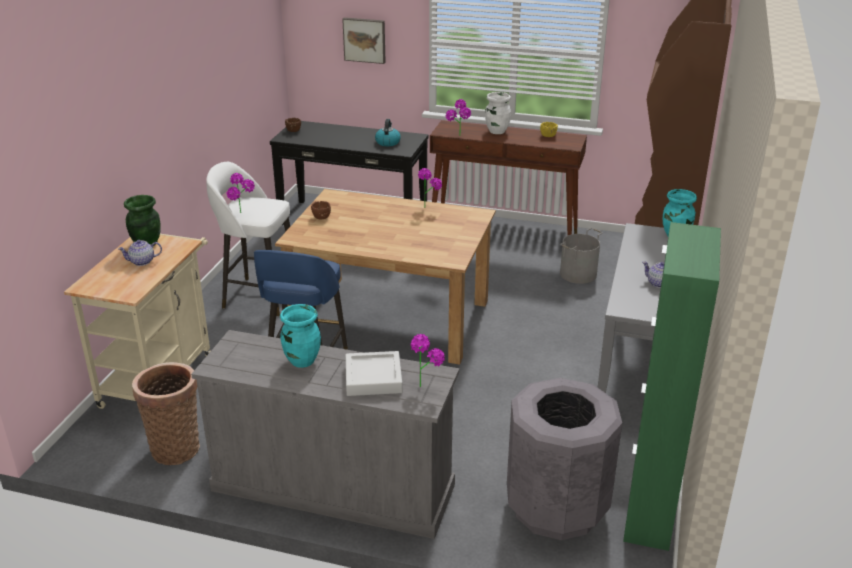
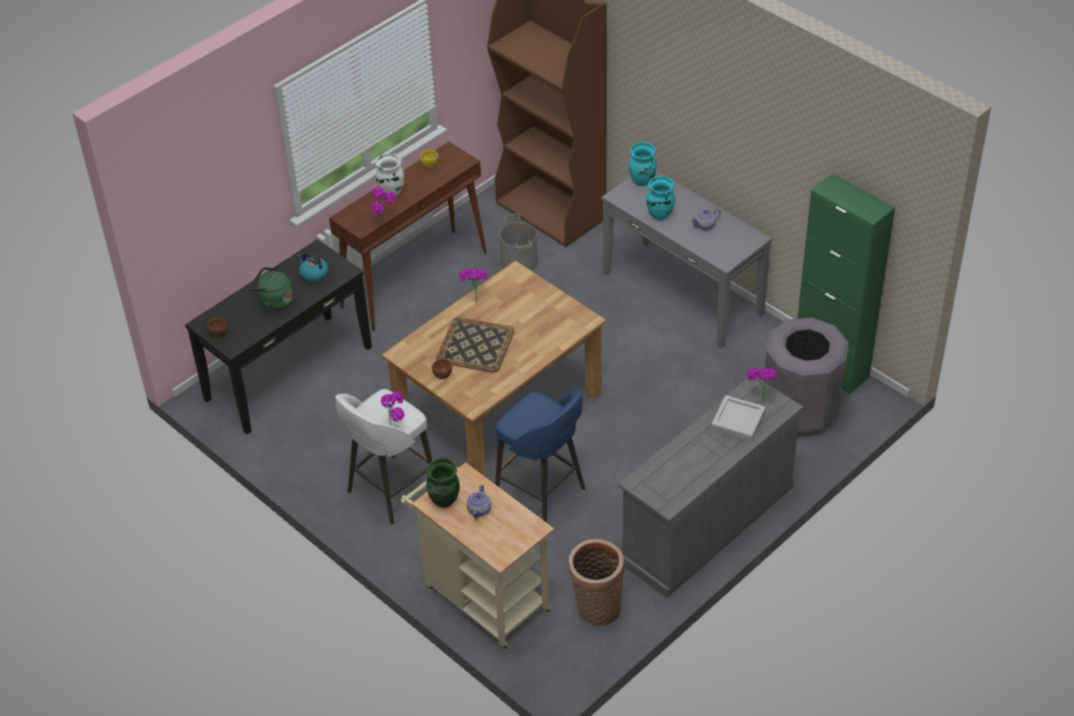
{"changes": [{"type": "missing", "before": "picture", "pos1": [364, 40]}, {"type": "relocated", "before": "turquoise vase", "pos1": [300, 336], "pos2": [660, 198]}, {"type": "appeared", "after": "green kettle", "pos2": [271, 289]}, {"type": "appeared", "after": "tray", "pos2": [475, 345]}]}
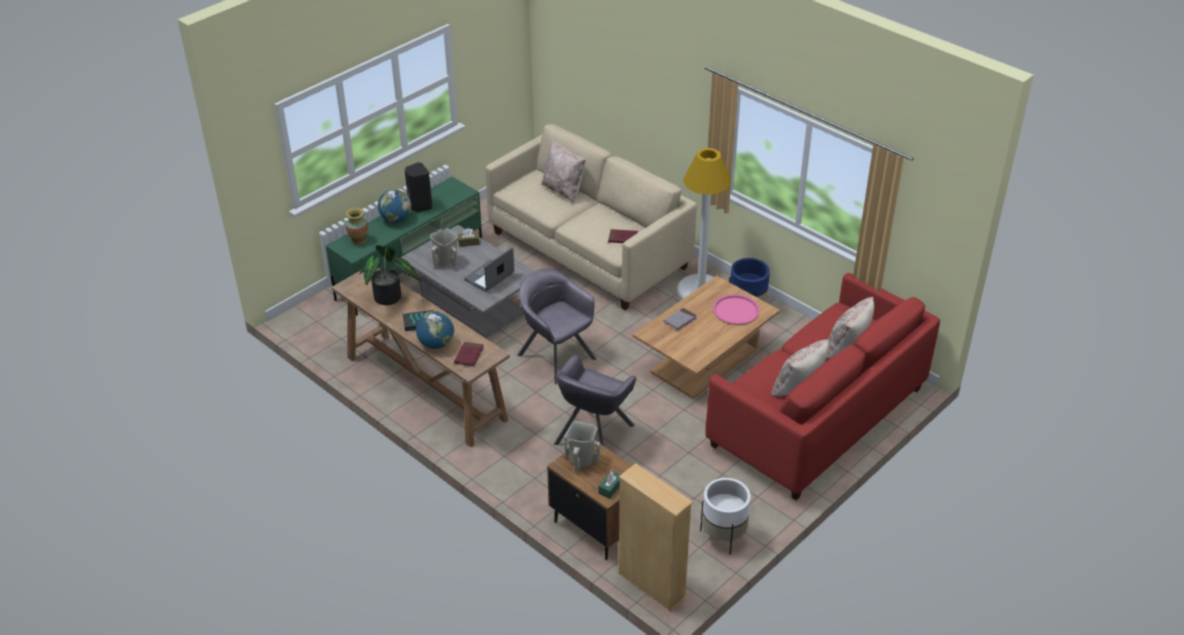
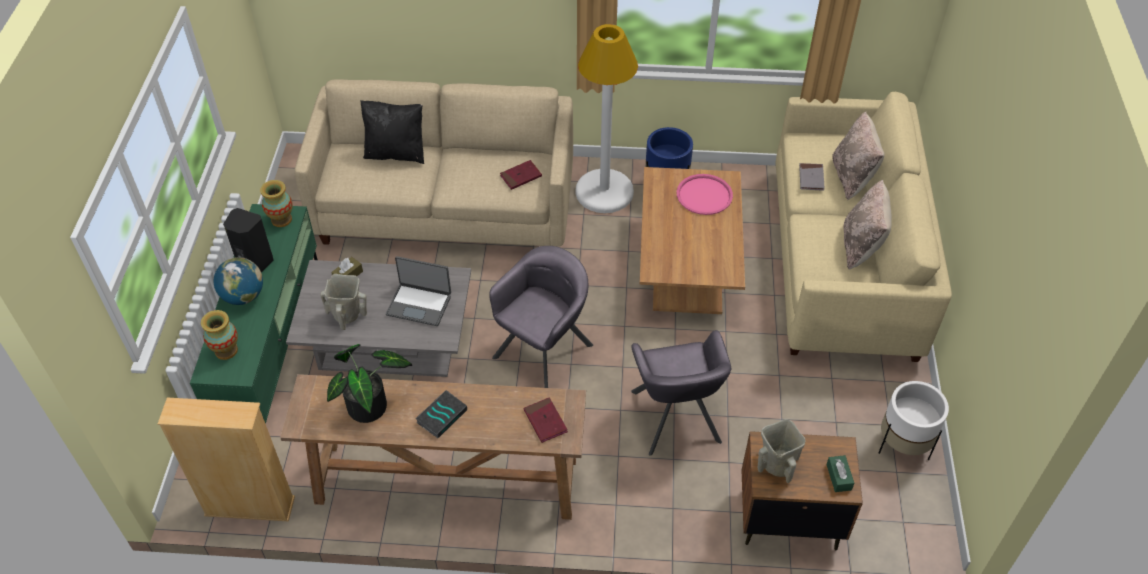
{"changes": [{"type": "colour", "before": "beige pillow", "after": "black pillow", "pos1": [564, 172], "pos2": [392, 132]}, {"type": "spun", "before": "laptop", "pos1": [489, 269], "pos2": [418, 291], "turn": -75}, {"type": "spun", "before": "grey armchair", "pos1": [557, 326], "pos2": [541, 317], "turn": 120}, {"type": "colour", "before": "red sofa", "after": "beige sofa", "pos1": [822, 387], "pos2": [864, 227]}, {"type": "relocated", "before": "grey book", "pos1": [680, 319], "pos2": [812, 177]}, {"type": "missing", "before": "globe", "pos1": [435, 330]}, {"type": "relocated", "before": "beige bookcase", "pos1": [655, 537], "pos2": [226, 459]}, {"type": "appeared", "after": "vase", "pos2": [276, 203]}]}
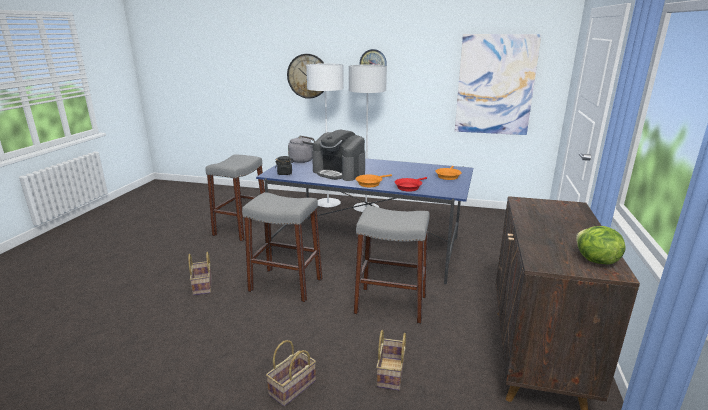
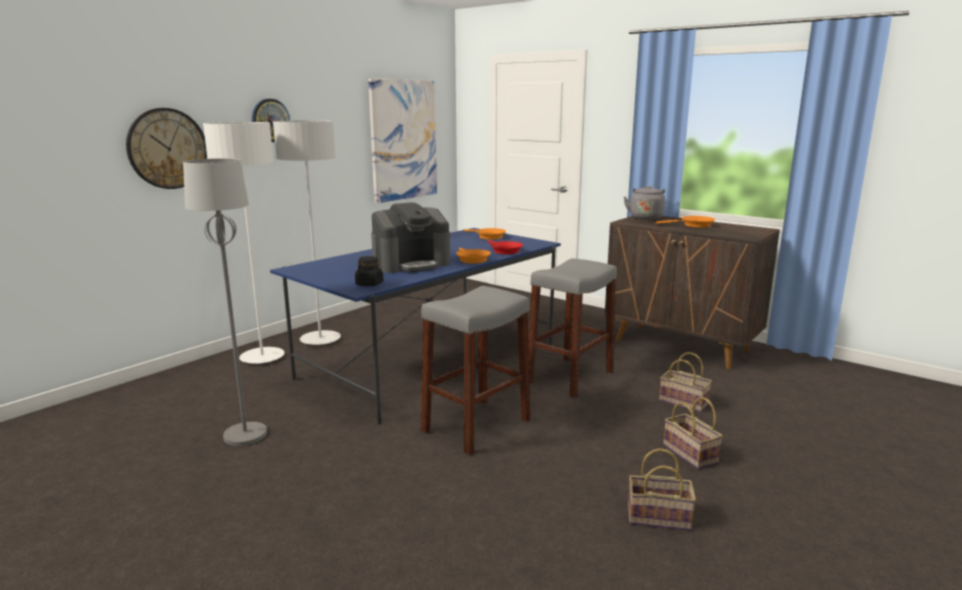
{"changes": [{"type": "relocated", "before": "grey kettle", "pos1": [301, 149], "pos2": [644, 203]}, {"type": "exchanged", "before": "grey stool", "after": "grey floor lamp", "pos1": [235, 197], "pos2": [225, 302]}, {"type": "missing", "before": "lettuce", "pos1": [601, 245]}, {"type": "relocated", "before": "basket", "pos1": [200, 273], "pos2": [662, 489]}, {"type": "appeared", "after": "orange frying pan", "pos2": [685, 222]}]}
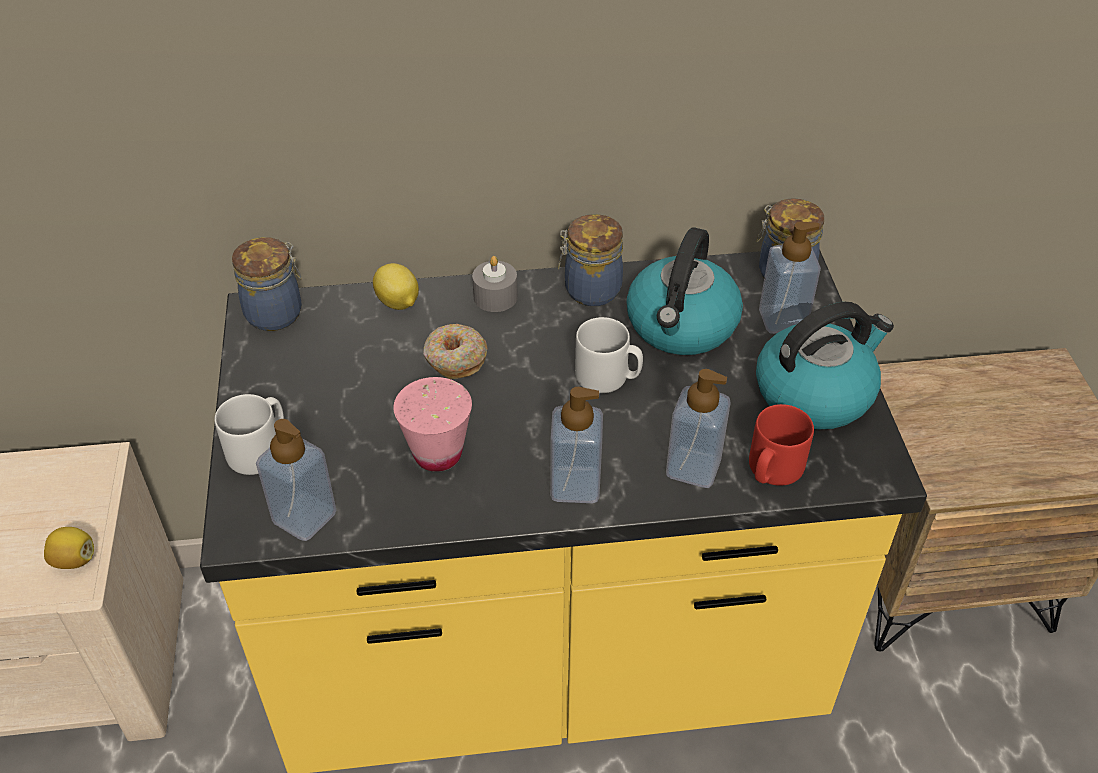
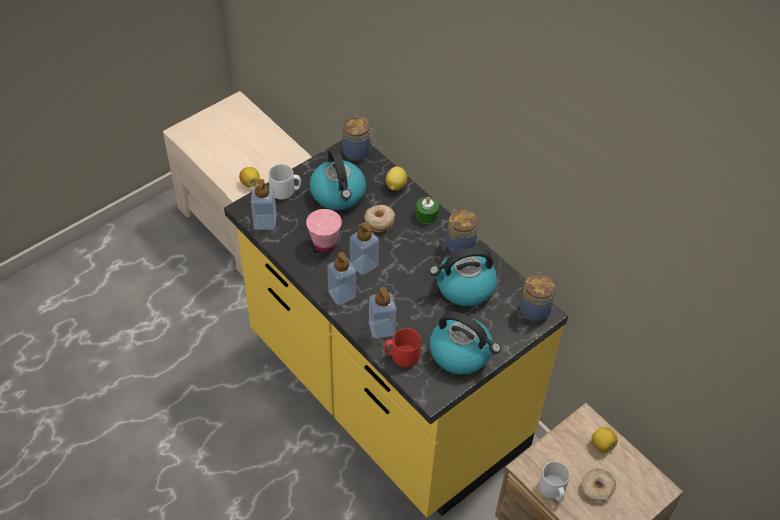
{"changes": [{"type": "relocated", "before": "soap dispenser", "pos1": [790, 278], "pos2": [364, 248]}, {"type": "colour", "before": "grey candle", "after": "green candle", "pos1": [495, 284], "pos2": [427, 210]}, {"type": "relocated", "before": "grey mug", "pos1": [609, 355], "pos2": [554, 481]}, {"type": "appeared", "after": "kettle", "pos2": [337, 179]}, {"type": "appeared", "after": "lemon", "pos2": [605, 440]}, {"type": "appeared", "after": "donut", "pos2": [599, 485]}]}
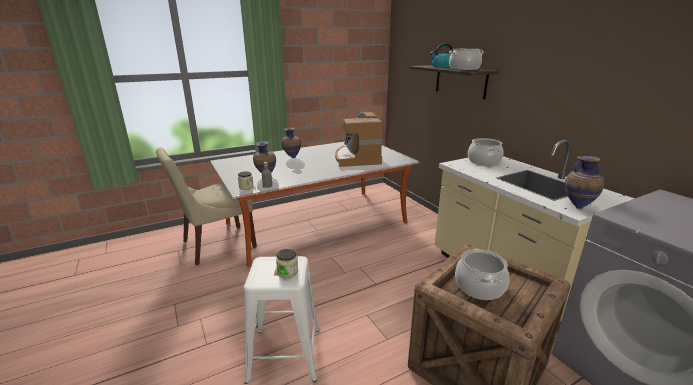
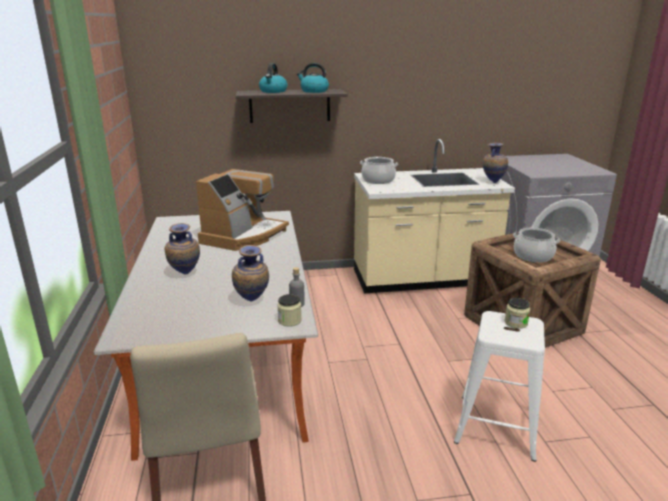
{"changes": [{"type": "exchanged", "before": "cooking pot", "after": "kettle", "pos1": [466, 59], "pos2": [313, 78]}, {"type": "spun", "before": "coffee machine", "pos1": [359, 139], "pos2": [242, 210], "turn": -75}]}
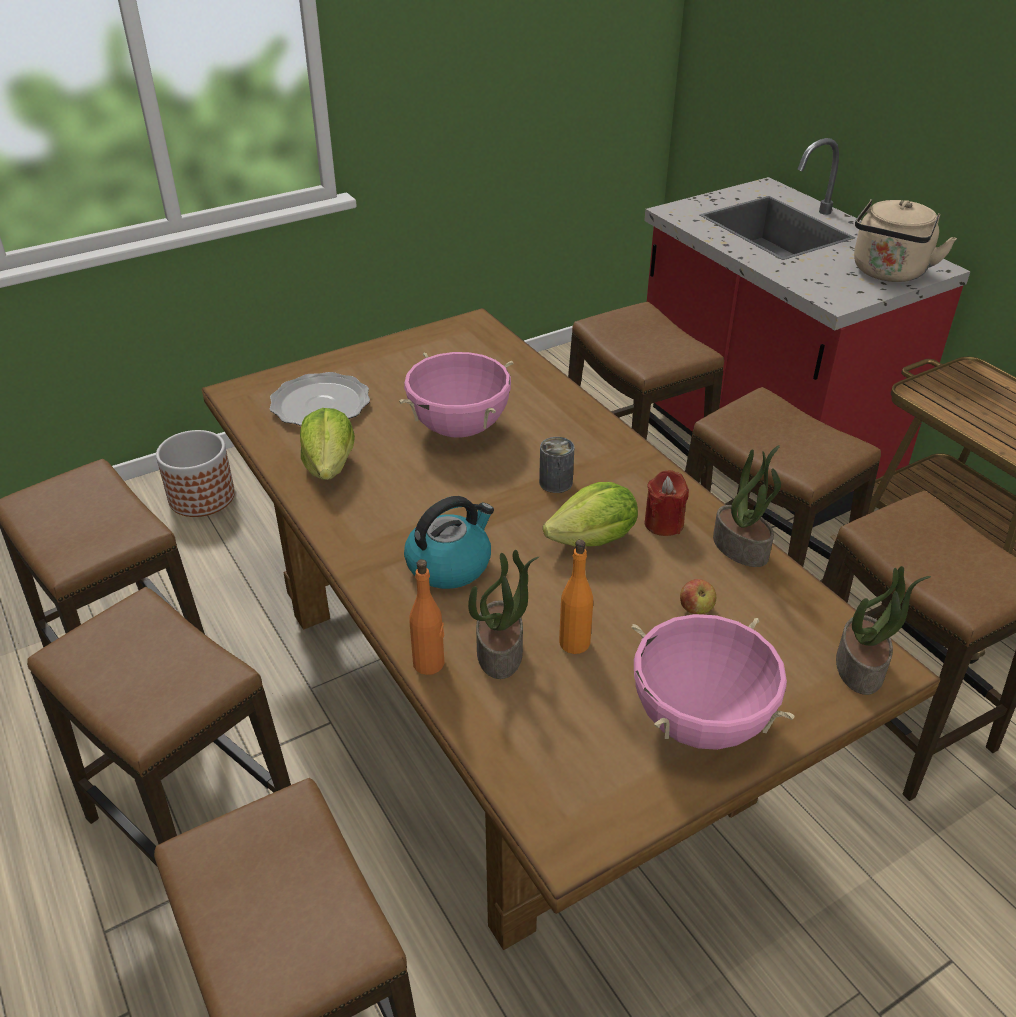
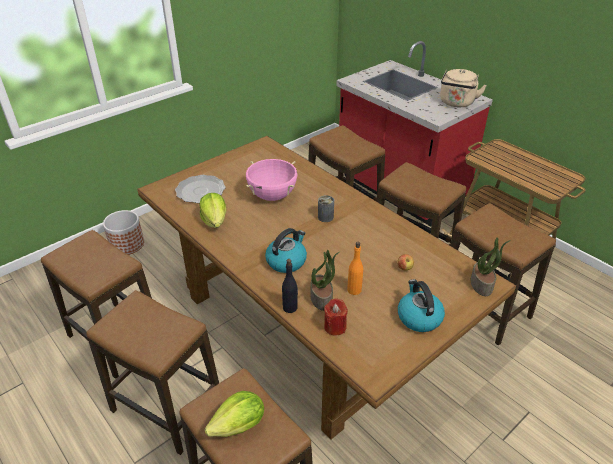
{"changes": [{"type": "missing", "before": "potted plant", "pos1": [747, 506]}, {"type": "relocated", "before": "red candle", "pos1": [666, 503], "pos2": [336, 317]}, {"type": "relocated", "before": "lettuce", "pos1": [590, 514], "pos2": [234, 414]}, {"type": "colour", "before": "orange bottle", "after": "black bottle", "pos1": [426, 617], "pos2": [290, 286]}, {"type": "exchanged", "before": "pink cooking pot", "after": "kettle", "pos1": [713, 682], "pos2": [421, 305]}]}
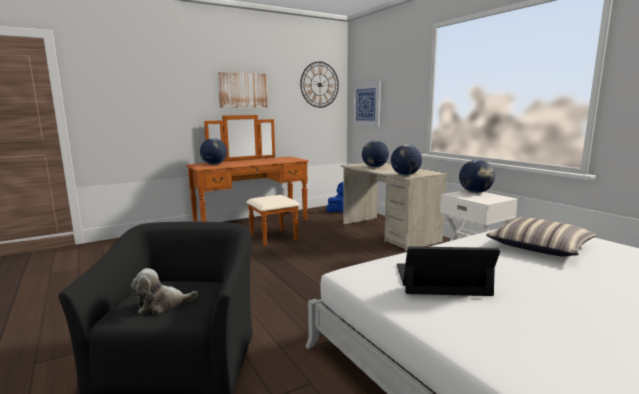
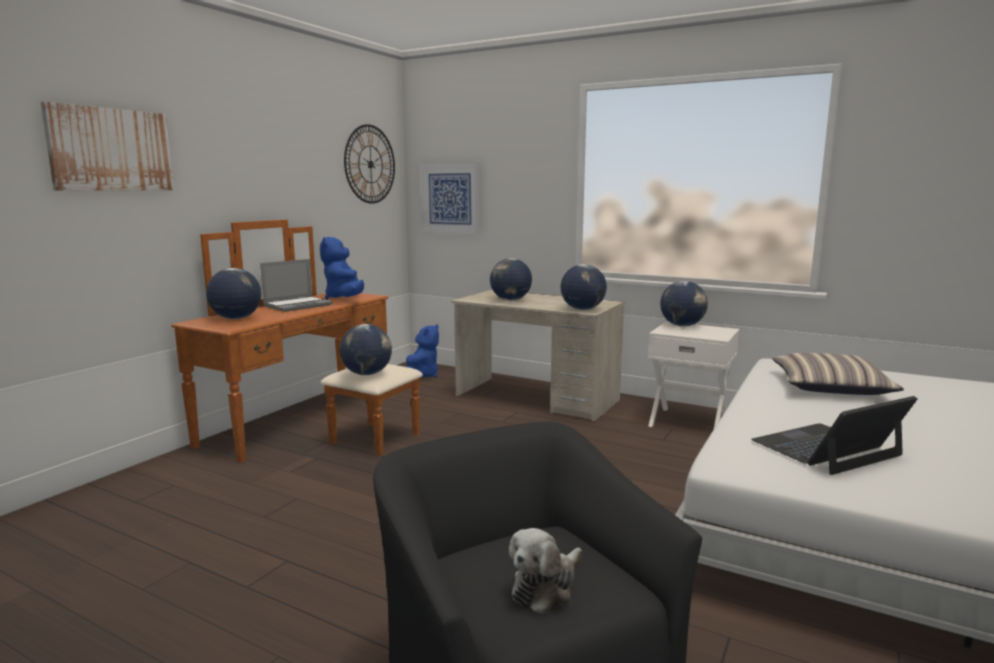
{"changes": [{"type": "relocated", "before": "picture", "pos1": [243, 90], "pos2": [107, 146]}, {"type": "appeared", "after": "blue plush toy", "pos2": [342, 268]}, {"type": "appeared", "after": "laptop", "pos2": [296, 285]}, {"type": "appeared", "after": "globe", "pos2": [366, 349]}]}
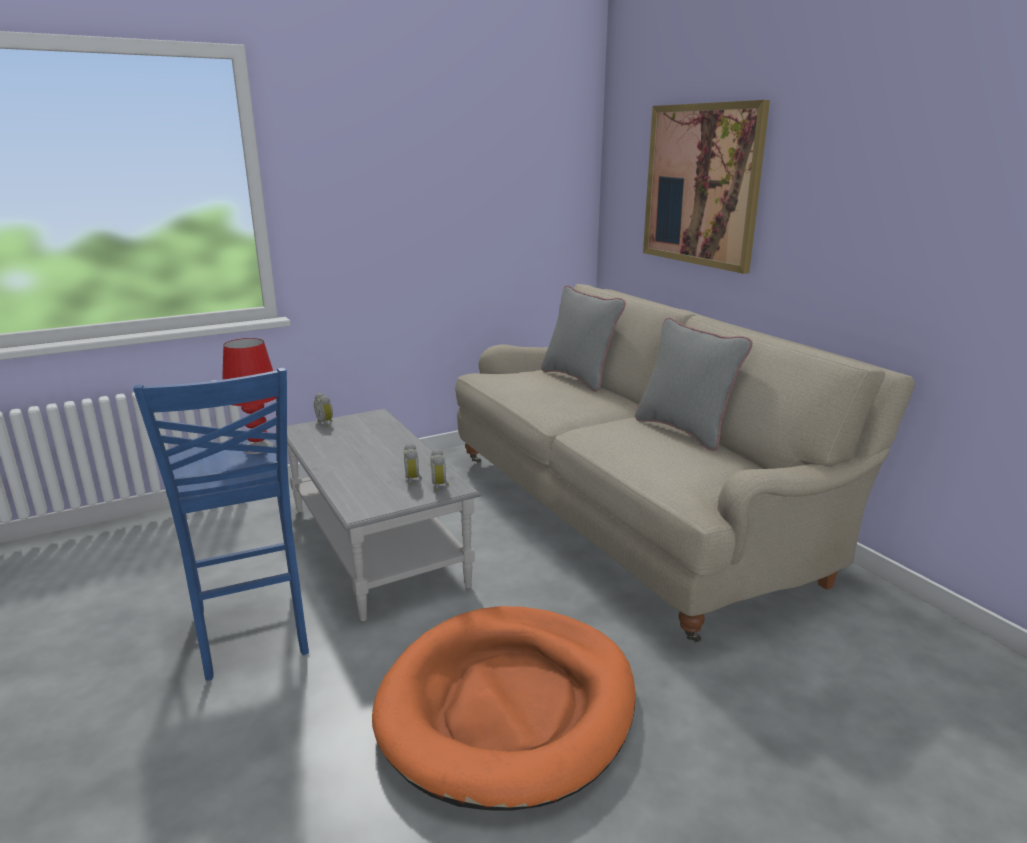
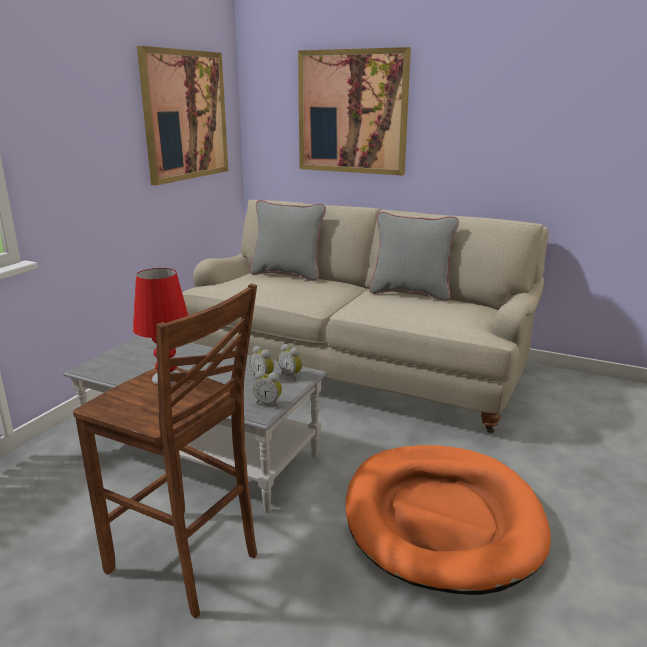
{"changes": [{"type": "colour", "before": "blue stool", "after": "brown stool", "pos1": [221, 524], "pos2": [165, 451]}, {"type": "relocated", "before": "alarm clock", "pos1": [323, 409], "pos2": [267, 389]}, {"type": "appeared", "after": "picture", "pos2": [182, 116]}]}
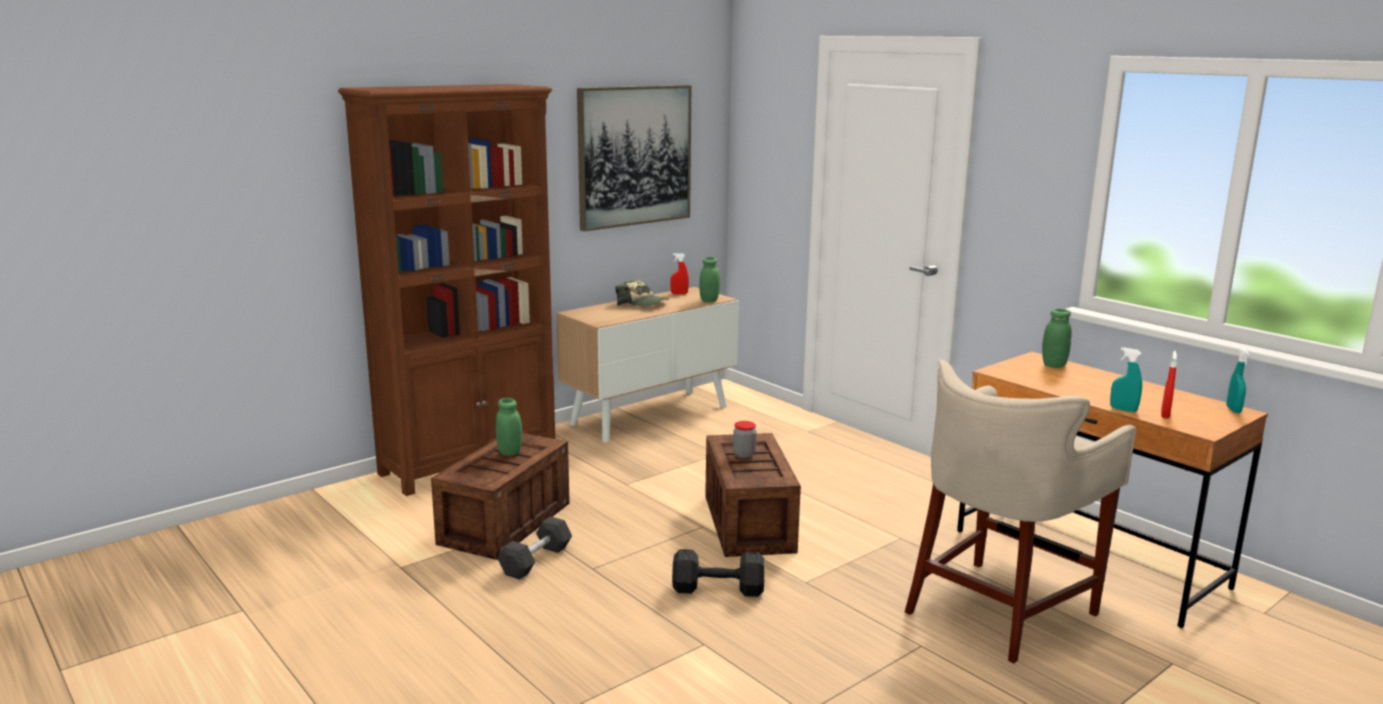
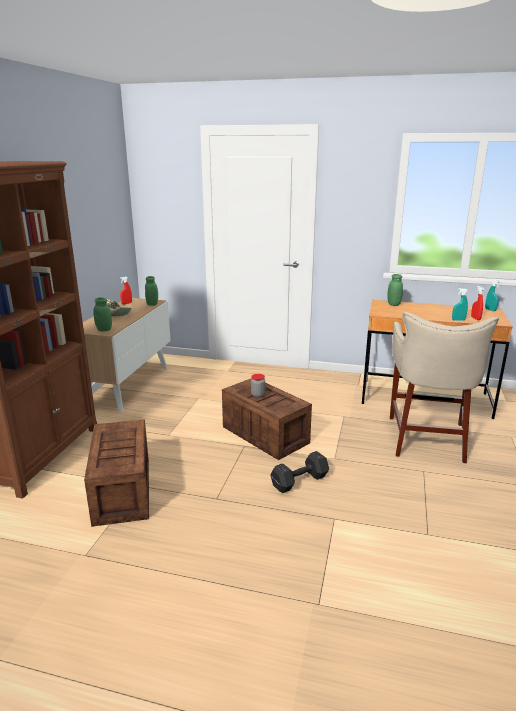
{"changes": [{"type": "missing", "before": "picture", "pos1": [634, 158]}, {"type": "relocated", "before": "green jar", "pos1": [509, 427], "pos2": [102, 314]}, {"type": "missing", "before": "black dumbbell", "pos1": [535, 548]}]}
